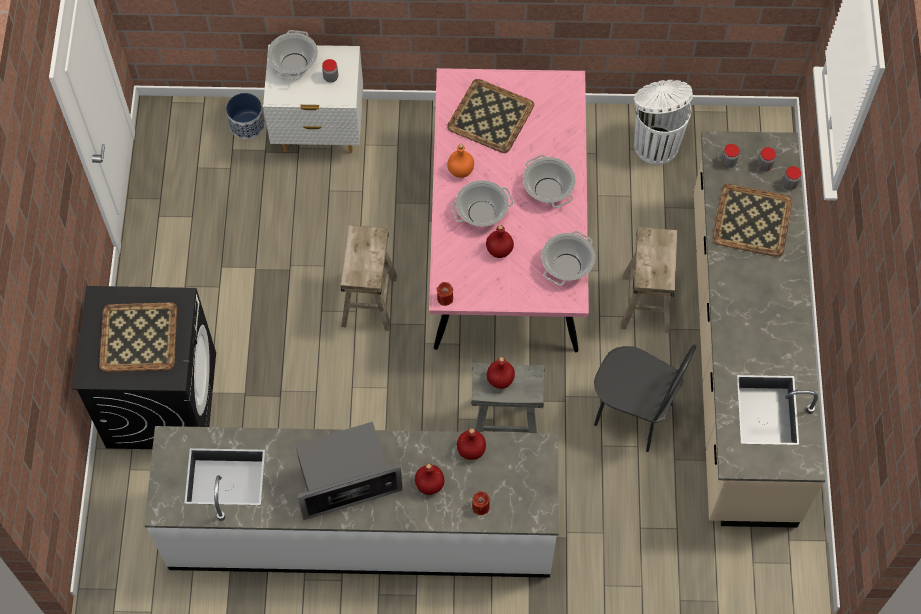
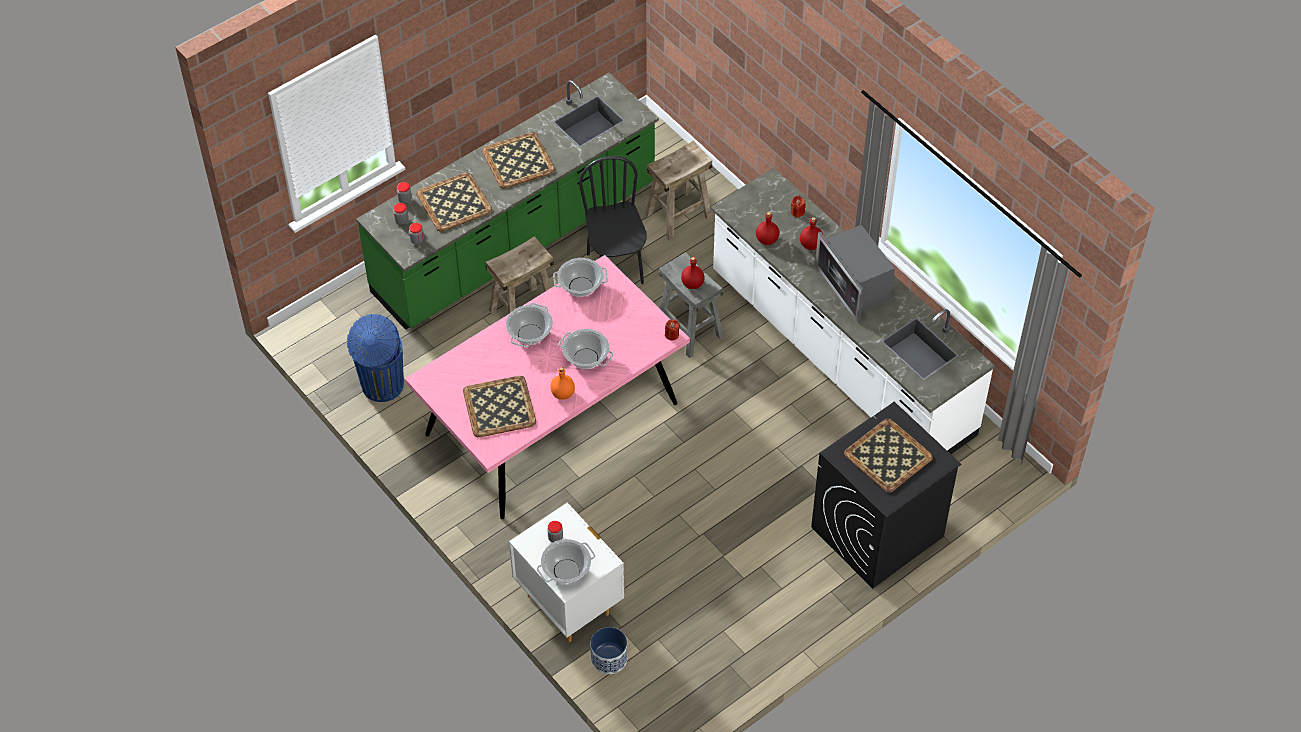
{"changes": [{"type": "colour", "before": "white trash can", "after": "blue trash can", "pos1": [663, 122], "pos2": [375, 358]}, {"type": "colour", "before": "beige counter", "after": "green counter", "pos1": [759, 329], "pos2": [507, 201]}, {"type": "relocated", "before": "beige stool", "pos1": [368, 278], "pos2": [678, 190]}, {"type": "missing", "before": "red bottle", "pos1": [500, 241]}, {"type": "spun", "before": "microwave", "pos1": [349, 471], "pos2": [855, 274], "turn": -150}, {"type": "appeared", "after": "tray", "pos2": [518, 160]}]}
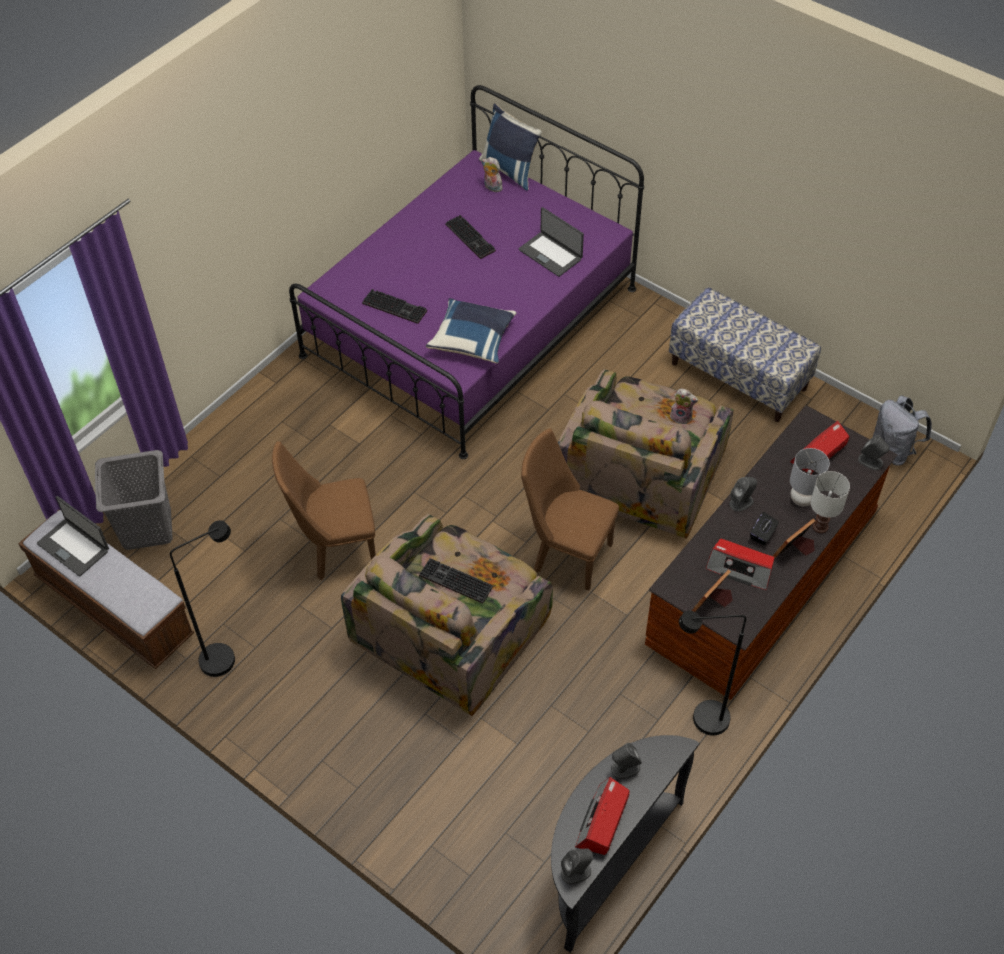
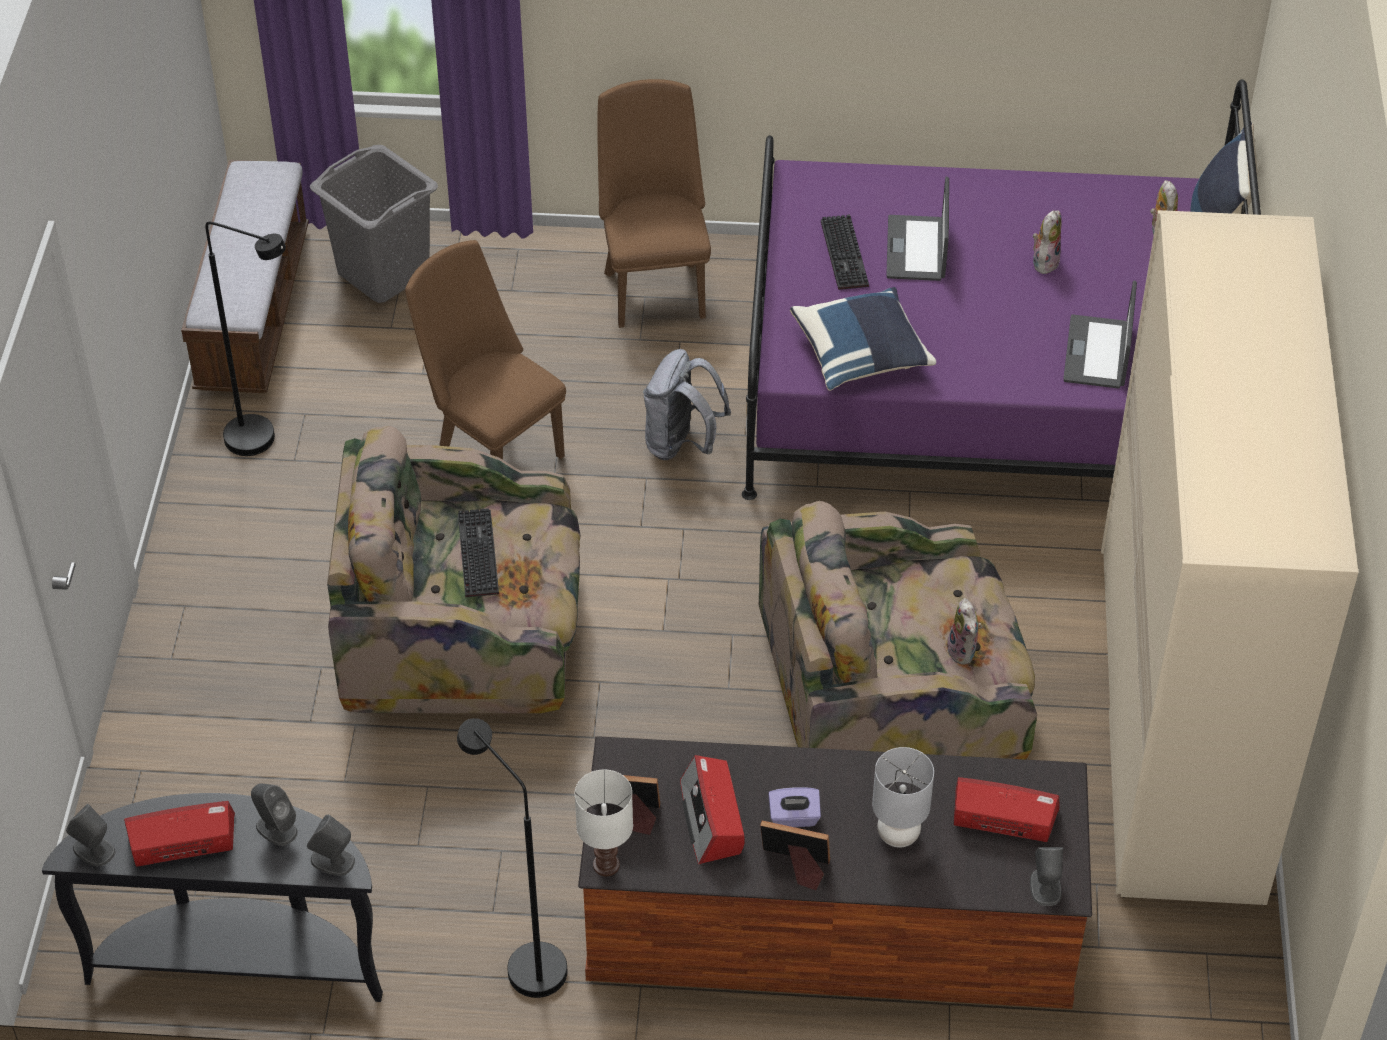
{"changes": [{"type": "exchanged", "before": "keyboard", "after": "plush toy", "pos1": [470, 237], "pos2": [1047, 242]}, {"type": "exchanged", "before": "bench", "after": "beige wardrobe", "pos1": [745, 354], "pos2": [1229, 557]}, {"type": "relocated", "before": "grey backpack", "pos1": [902, 430], "pos2": [687, 404]}, {"type": "relocated", "before": "brown chair", "pos1": [570, 509], "pos2": [654, 203]}, {"type": "relocated", "before": "white table lamp", "pos1": [830, 502], "pos2": [604, 823]}, {"type": "relocated", "before": "grey speaker", "pos1": [743, 494], "pos2": [331, 845]}, {"type": "relocated", "before": "laptop", "pos1": [73, 536], "pos2": [917, 229]}, {"type": "colour", "before": "black tissue box", "after": "purple tissue box", "pos1": [764, 528], "pos2": [794, 807]}]}
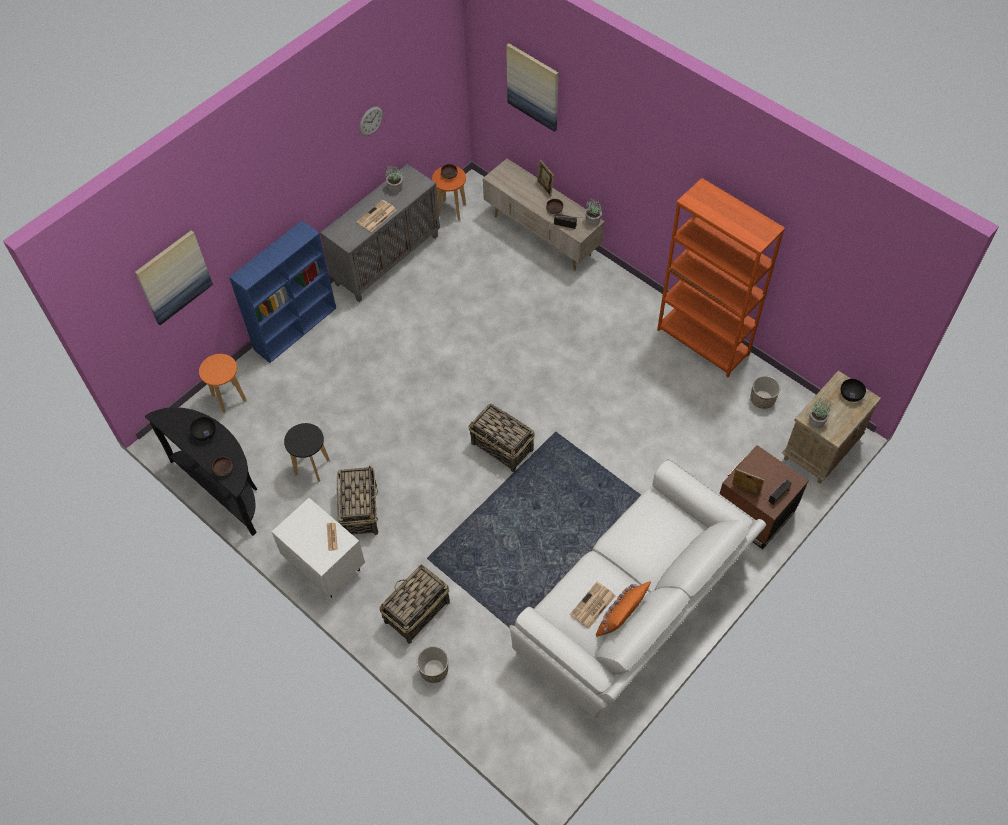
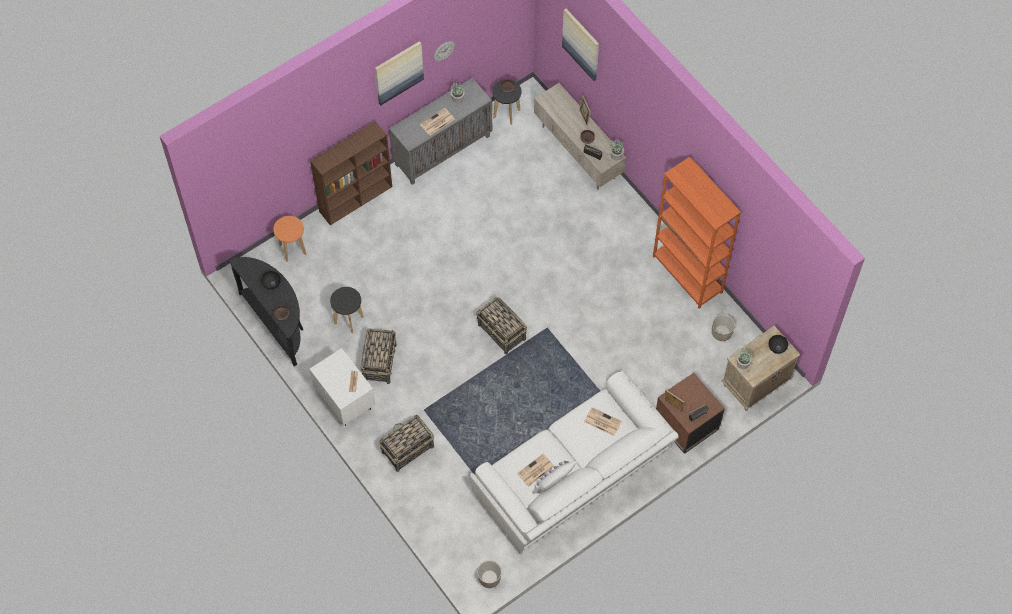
{"changes": [{"type": "colour", "before": "orange stool", "after": "black stool", "pos1": [449, 193], "pos2": [506, 102]}, {"type": "colour", "before": "blue bookcase", "after": "brown bookcase", "pos1": [282, 292], "pos2": [351, 173]}, {"type": "relocated", "before": "picture", "pos1": [174, 277], "pos2": [399, 73]}, {"type": "colour", "before": "orange pillow", "after": "white pillow", "pos1": [623, 609], "pos2": [554, 477]}, {"type": "relocated", "before": "planter", "pos1": [432, 664], "pos2": [489, 574]}, {"type": "appeared", "after": "newspaper", "pos2": [603, 421]}]}
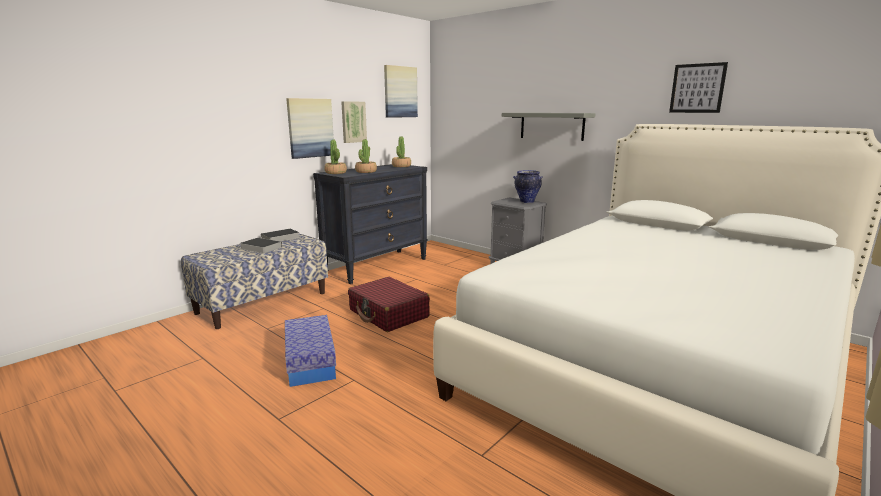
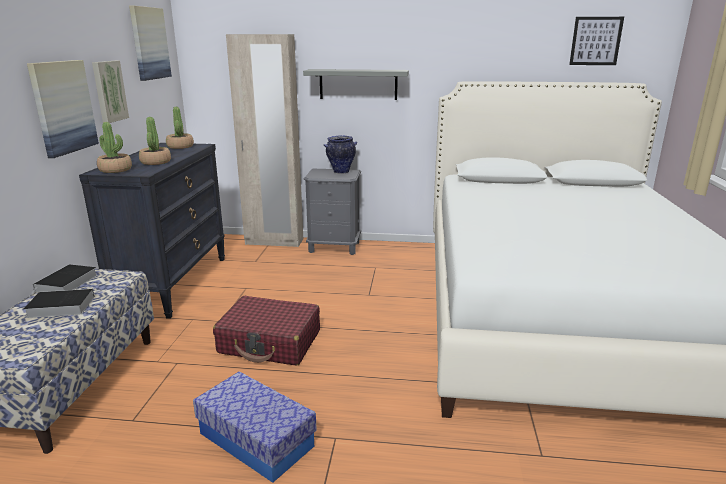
{"changes": [{"type": "relocated", "before": "picture", "pos1": [698, 87], "pos2": [596, 41]}, {"type": "appeared", "after": "beige wardrobe", "pos2": [264, 140]}]}
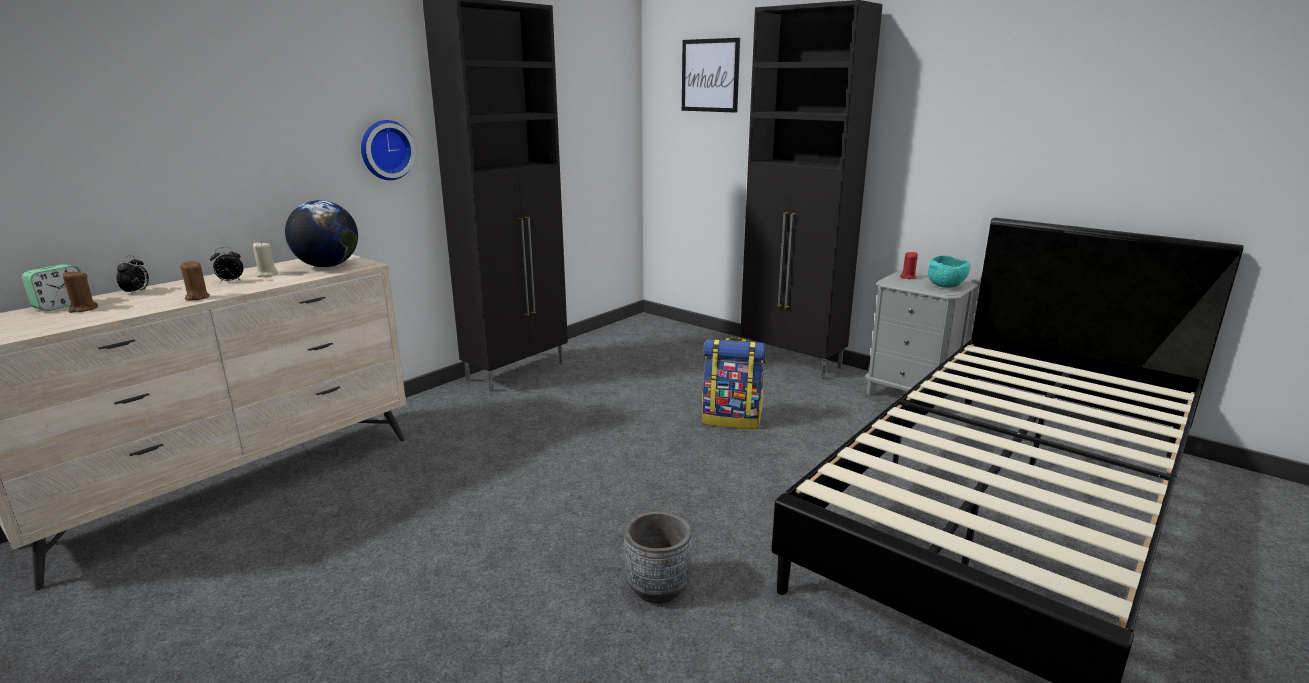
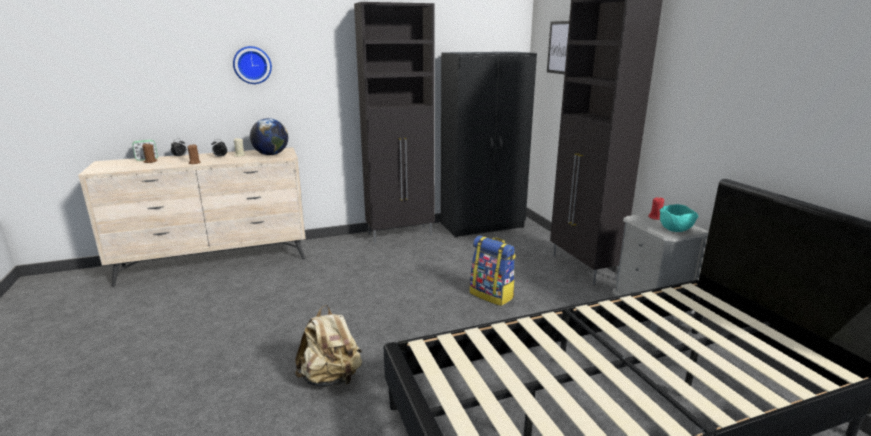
{"changes": [{"type": "relocated", "before": "wall clock", "pos1": [388, 150], "pos2": [252, 65]}, {"type": "exchanged", "before": "grey planter", "after": "beige backpack", "pos1": [658, 557], "pos2": [328, 346]}, {"type": "appeared", "after": "black wardrobe", "pos2": [489, 144]}]}
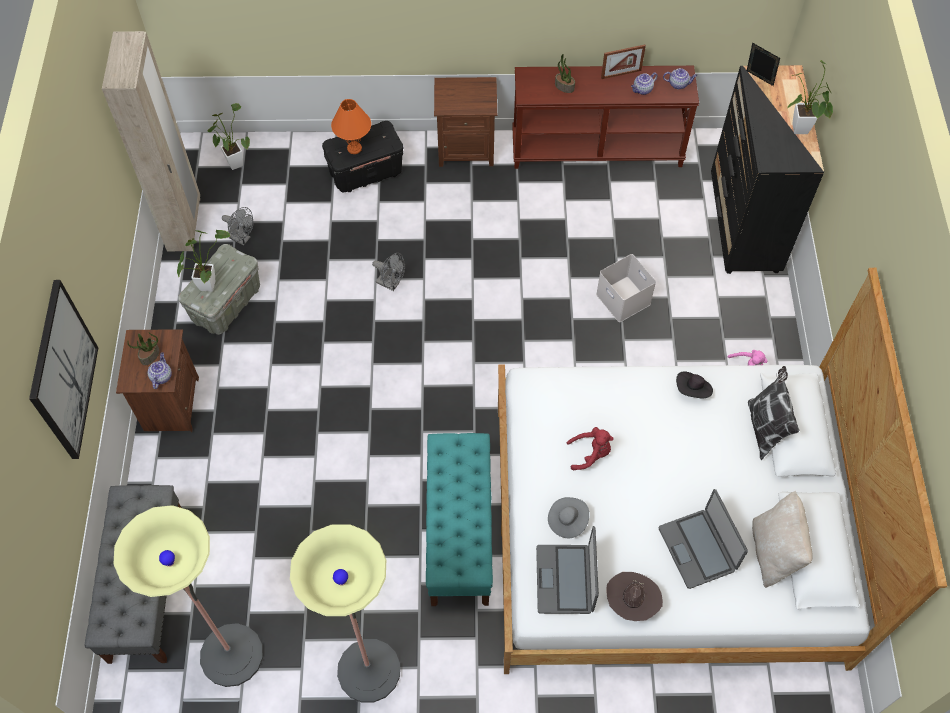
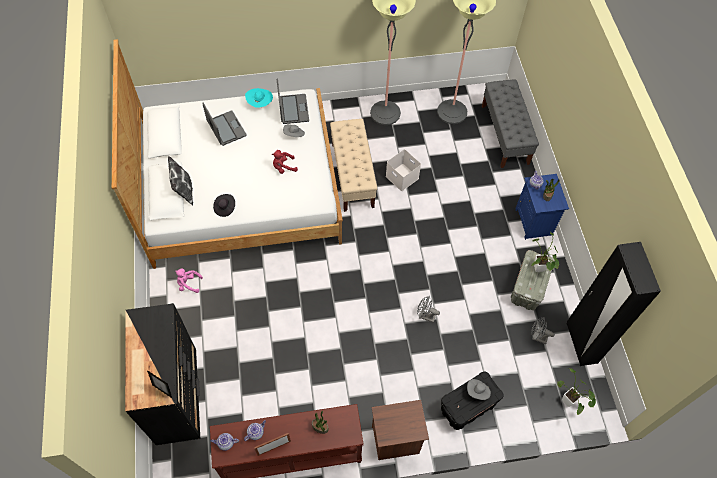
{"changes": [{"type": "colour", "before": "beige wardrobe", "after": "black wardrobe", "pos1": [151, 141], "pos2": [613, 304]}, {"type": "missing", "before": "potted plant", "pos1": [810, 97]}, {"type": "exchanged", "before": "orange table lamp", "after": "grey hat", "pos1": [351, 126], "pos2": [479, 389]}, {"type": "relocated", "before": "white storage box", "pos1": [626, 288], "pos2": [403, 170]}, {"type": "missing", "before": "picture", "pos1": [63, 369]}, {"type": "colour", "before": "brown nightstand", "after": "blue nightstand", "pos1": [157, 380], "pos2": [542, 207]}, {"type": "colour", "before": "turquoise bench", "after": "beige bench", "pos1": [459, 519], "pos2": [353, 165]}, {"type": "missing", "before": "beige pillow", "pos1": [782, 539]}, {"type": "colour", "before": "brown hat", "after": "turquoise hat", "pos1": [634, 596], "pos2": [259, 97]}]}
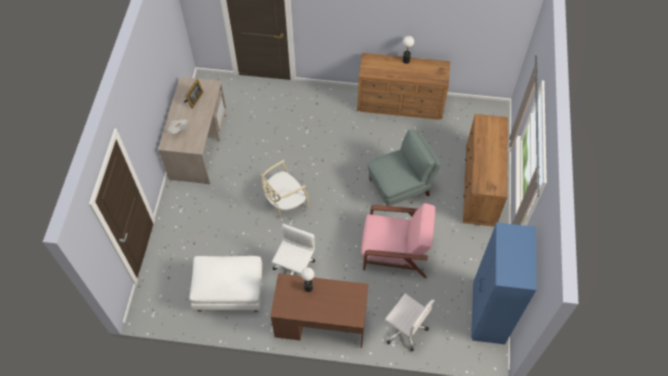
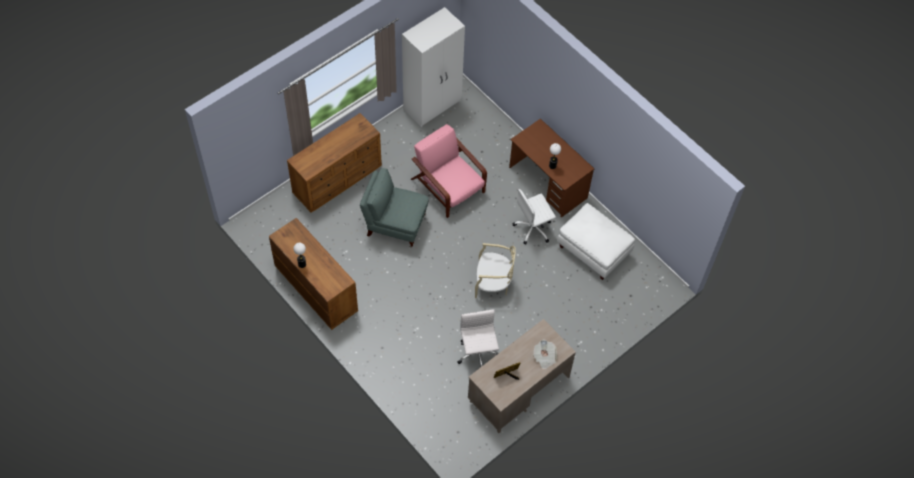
{"changes": [{"type": "colour", "before": "blue wardrobe", "after": "white wardrobe", "pos1": [504, 283], "pos2": [433, 67]}, {"type": "relocated", "before": "white office chair", "pos1": [410, 322], "pos2": [478, 338]}]}
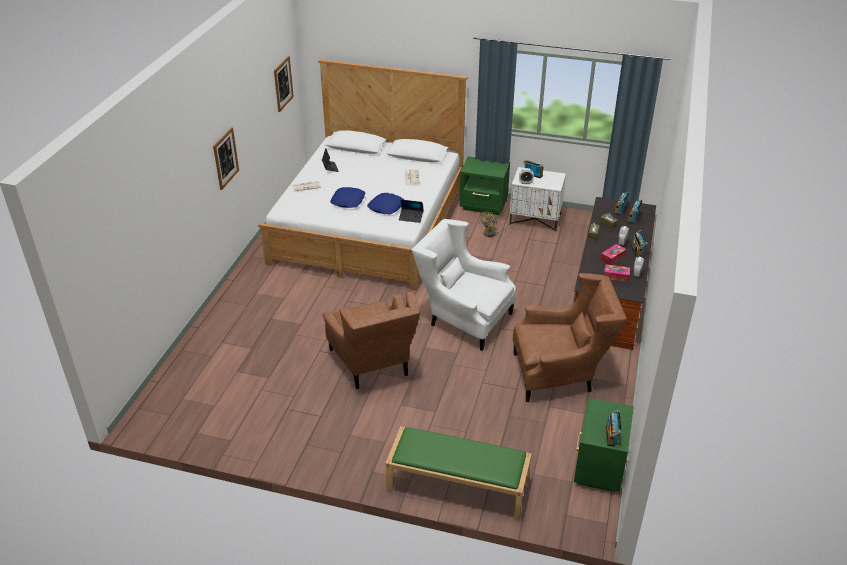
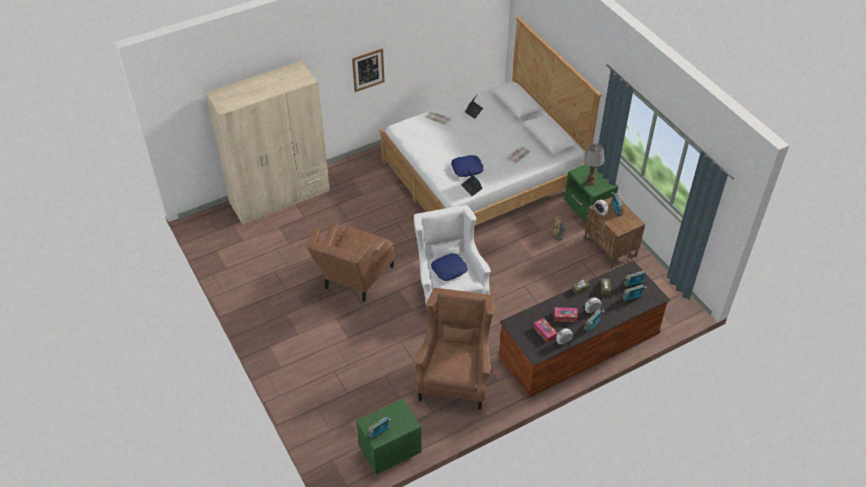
{"changes": [{"type": "missing", "before": "picture", "pos1": [284, 84]}, {"type": "colour", "before": "white nightstand", "after": "brown nightstand", "pos1": [537, 199], "pos2": [614, 232]}, {"type": "relocated", "before": "blue pillow", "pos1": [348, 197], "pos2": [449, 267]}, {"type": "spun", "before": "brown armchair", "pos1": [570, 337], "pos2": [454, 349], "turn": -120}, {"type": "missing", "before": "green bench", "pos1": [458, 473]}, {"type": "appeared", "after": "beige wardrobe", "pos2": [267, 143]}, {"type": "appeared", "after": "table lamp", "pos2": [594, 164]}]}
